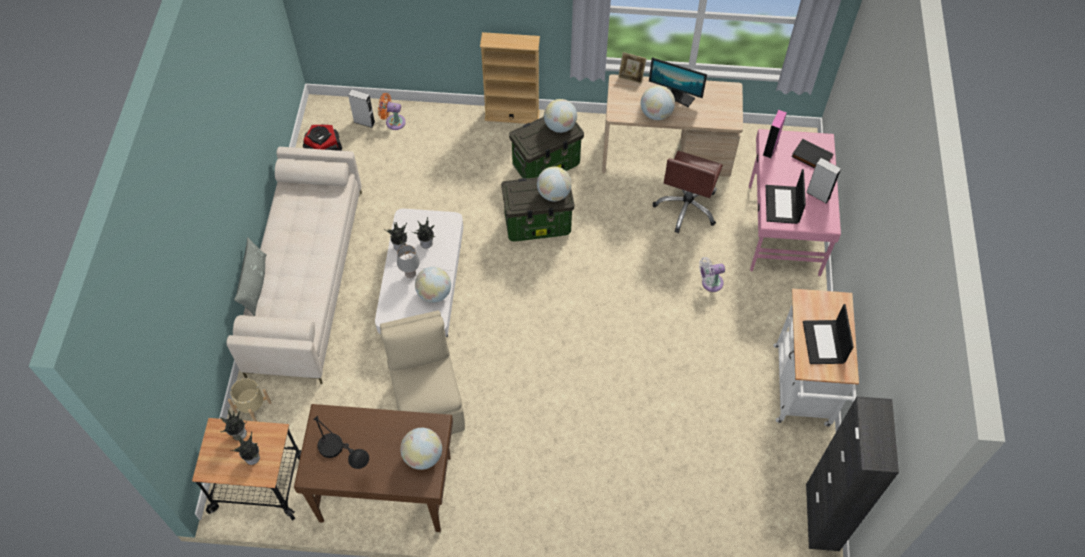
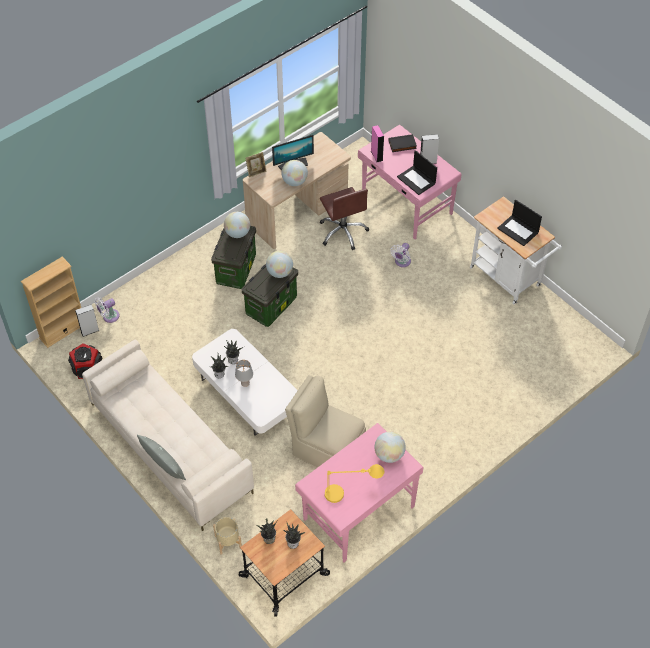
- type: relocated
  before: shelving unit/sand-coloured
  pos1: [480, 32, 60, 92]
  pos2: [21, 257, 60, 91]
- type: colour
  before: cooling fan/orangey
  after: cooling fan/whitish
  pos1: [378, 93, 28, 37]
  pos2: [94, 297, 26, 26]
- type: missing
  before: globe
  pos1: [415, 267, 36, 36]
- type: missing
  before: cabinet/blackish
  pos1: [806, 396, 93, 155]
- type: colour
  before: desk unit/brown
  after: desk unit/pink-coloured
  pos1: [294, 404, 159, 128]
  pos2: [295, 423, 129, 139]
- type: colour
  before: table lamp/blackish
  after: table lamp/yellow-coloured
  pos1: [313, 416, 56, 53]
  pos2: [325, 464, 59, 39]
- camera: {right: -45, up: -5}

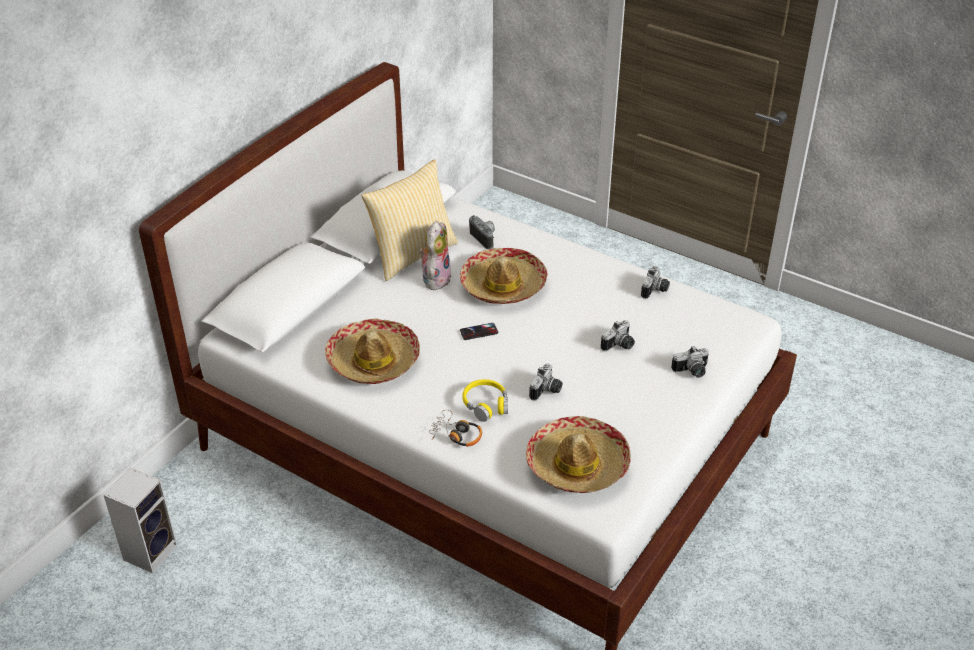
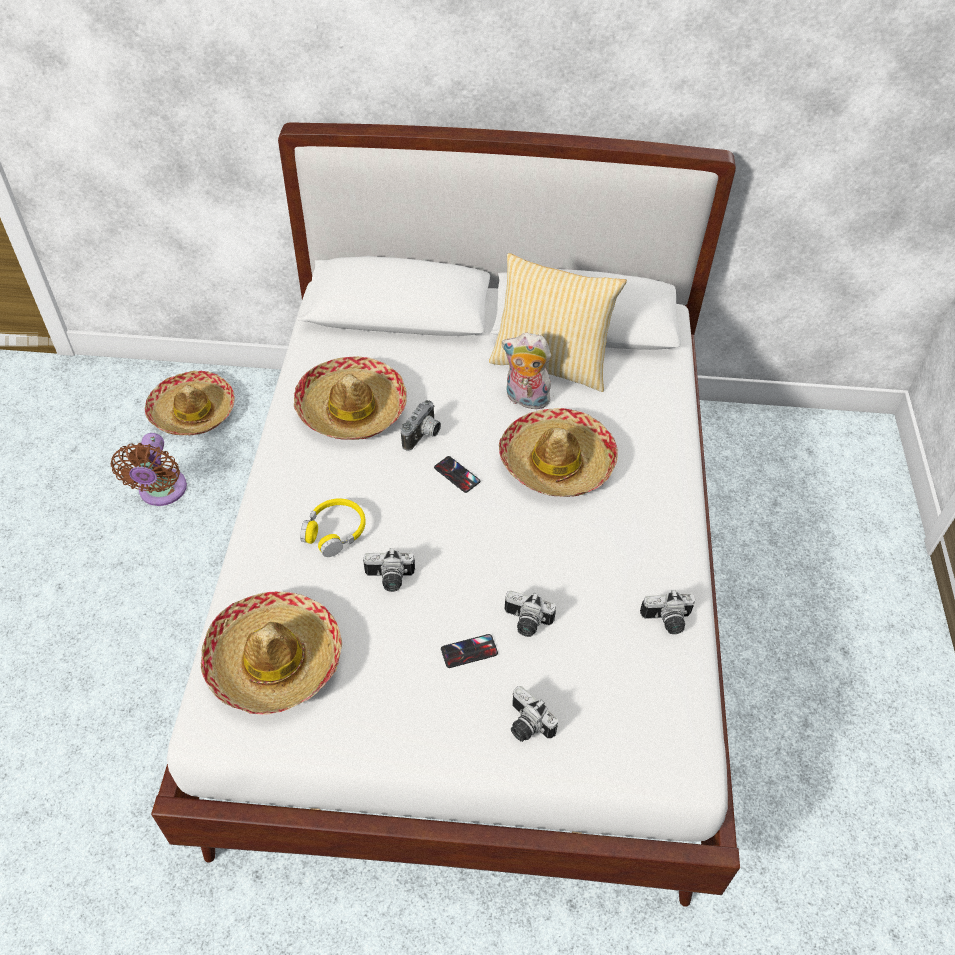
- type: relocated
  before: still camera
  pos1: [469, 215, 26, 34]
  pos2: [401, 400, 40, 51]
- type: spun
  before: plush toy
  pos1: [419, 221, 32, 69]
  pos2: [502, 333, 49, 79]
  turn: -150
- type: missing
  before: headphones
  pos1: [429, 410, 53, 37]
- type: exchanged
  before: loudspeaker
  after: hat
  pos1: [103, 468, 74, 105]
  pos2: [145, 371, 90, 64]
- type: appeared
  after: cooling fan/brown
  pos2: [111, 433, 76, 73]
- type: appeared
  after: phone
  pos2: [441, 634, 57, 34]
- camera: {right: 60, up: 10}

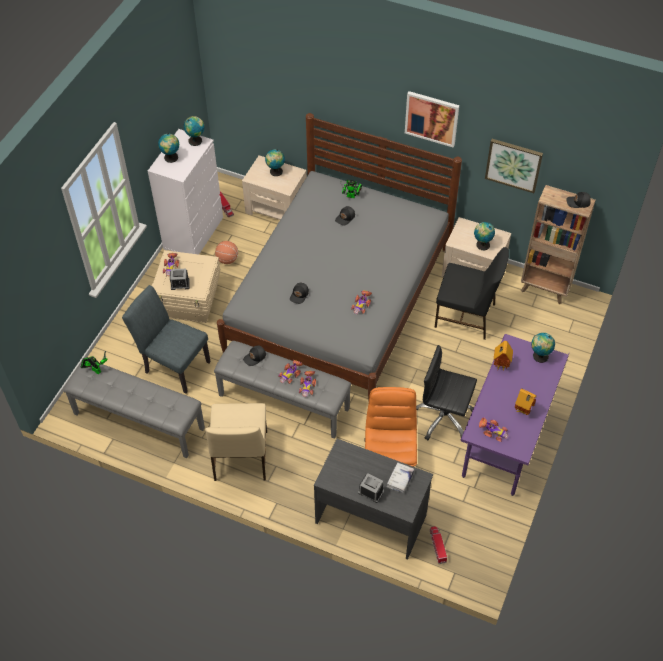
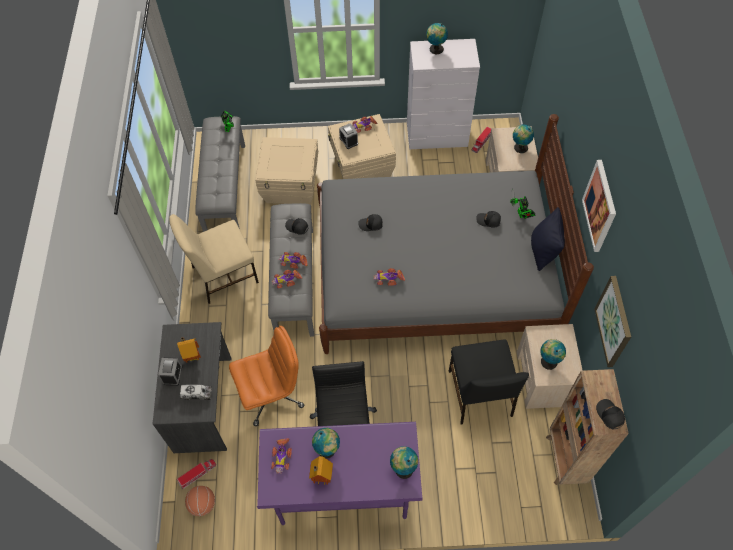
- type: relocated
  before: globe
  pos1: [184, 116, 21, 30]
  pos2: [312, 428, 28, 30]
- type: relocated
  before: ball for basketball
  pos1: [215, 241, 23, 23]
  pos2: [185, 486, 30, 30]
- type: exchanged
  before: plain chair/greyish
  after: storage bin/sand-coloured
  pos1: [122, 285, 89, 109]
  pos2: [255, 137, 63, 68]
- type: relocated
  before: toy house
  pos1: [494, 341, 19, 29]
  pos2: [177, 337, 24, 26]
- type: exchanged
  before: book/whitish
  after: toy truck
  pos1: [387, 463, 28, 30]
  pos2: [180, 385, 32, 15]
- type: appeared
  after: throw pillow/blackish
  pos2: [531, 207, 34, 64]
- camera: {right: 65, up: 5}

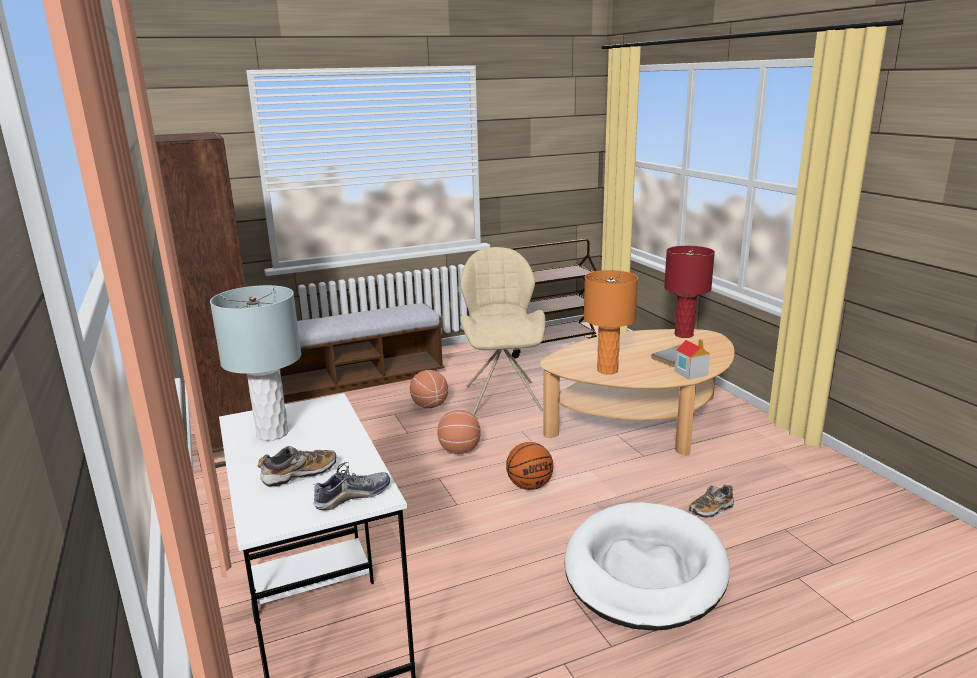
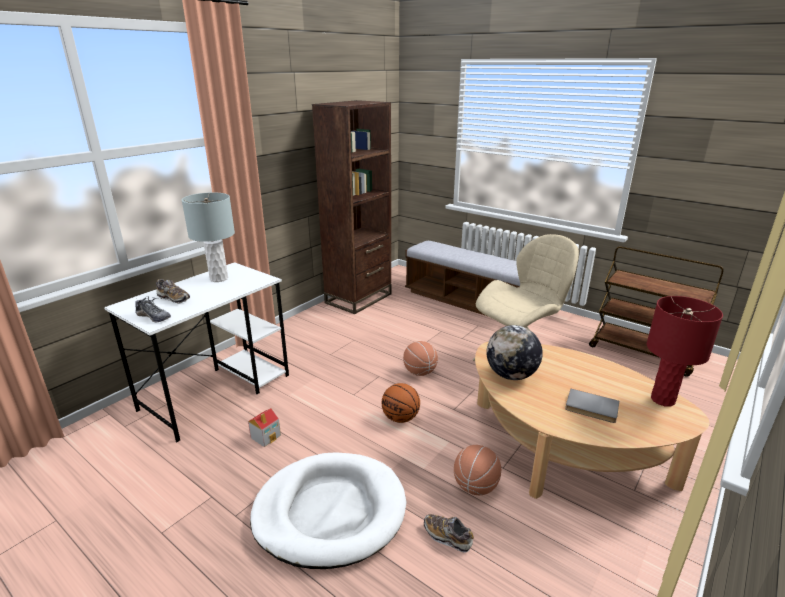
- type: exchanged
  before: table lamp/orangey
  after: globe
  pos1: [584, 270, 54, 105]
  pos2: [486, 325, 57, 55]
- type: relocated
  before: toy house
  pos1: [674, 339, 36, 41]
  pos2: [248, 408, 33, 39]
- type: relocated
  before: ball for basketball
  pos1: [410, 370, 38, 38]
  pos2: [454, 445, 47, 50]
- camera: {right: 60, up: 5}

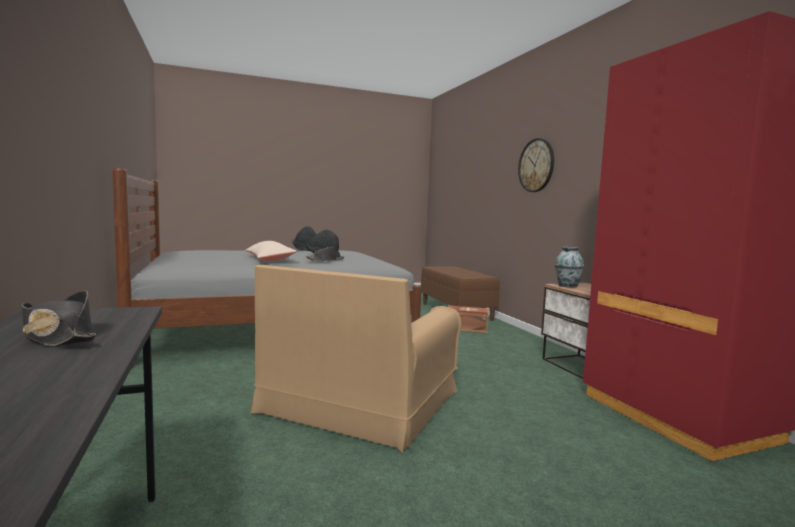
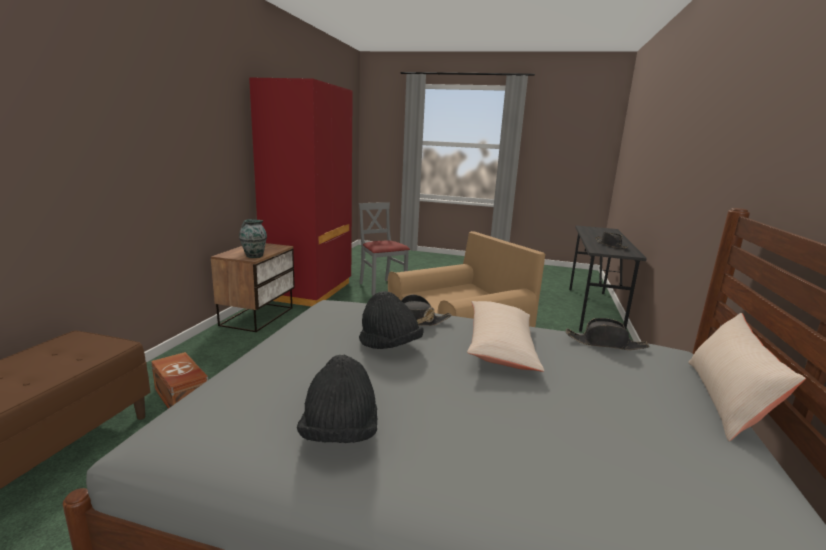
- type: missing
  before: clock on the wall
  pos1: [518, 138, 36, 54]
- type: appeared
  after: plain chair/greyish
  pos2: [359, 202, 51, 93]
- type: appeared
  after: throw pillow/sand-coloured
  pos2: [688, 313, 118, 128]
- type: appeared
  after: hat/blackish
  pos2: [566, 318, 83, 32]
- camera: {right: -145, up: 10}

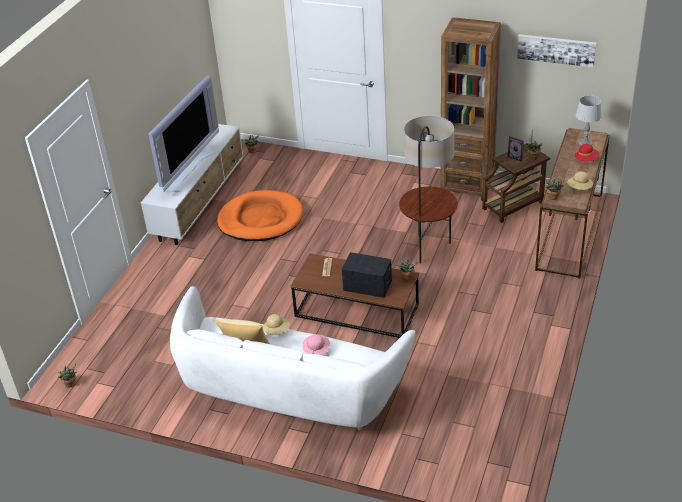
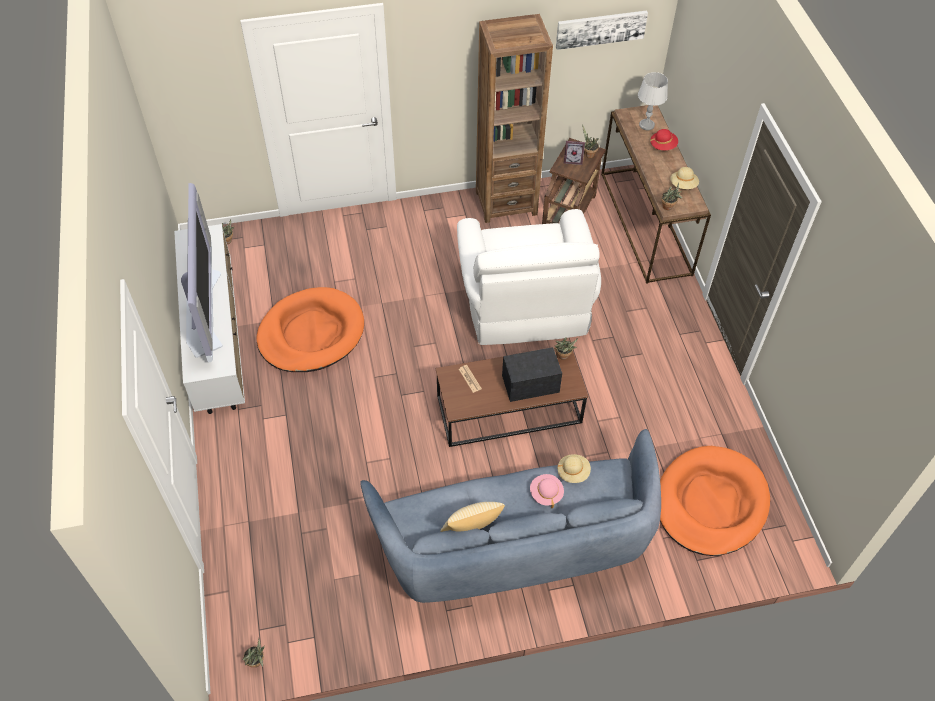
- type: exchanged
  before: standard lamp
  after: lounge chair/whitish
  pos1: [399, 116, 59, 148]
  pos2: [457, 209, 144, 136]
- type: colour
  before: sofa/whitish
  after: sofa/blue
  pos1: [170, 286, 245, 144]
  pos2: [360, 429, 301, 174]
- type: relocated
  before: hat/sand-coloured
  pos1: [263, 314, 27, 21]
  pos2: [557, 454, 34, 29]
- type: appeared
  after: pet bed/orangey
  pos2: [660, 446, 110, 110]
- camera: {right: -35, up: 15}

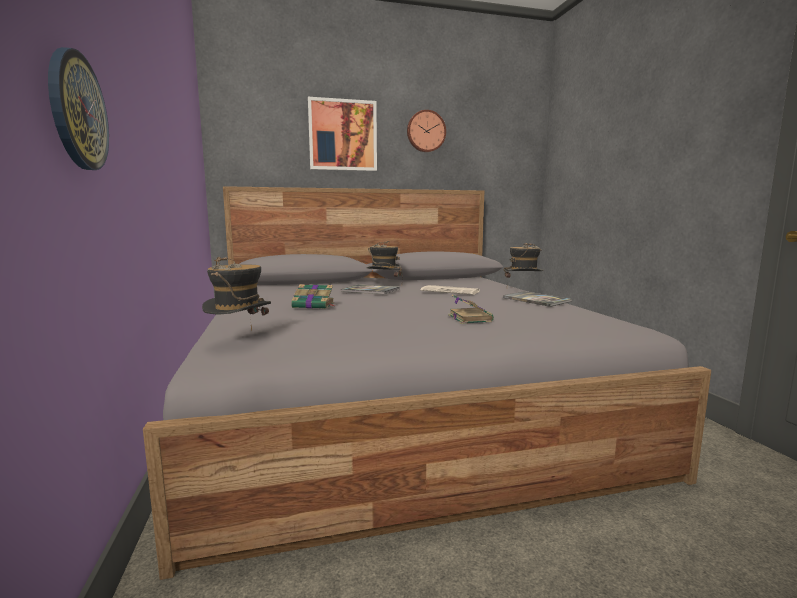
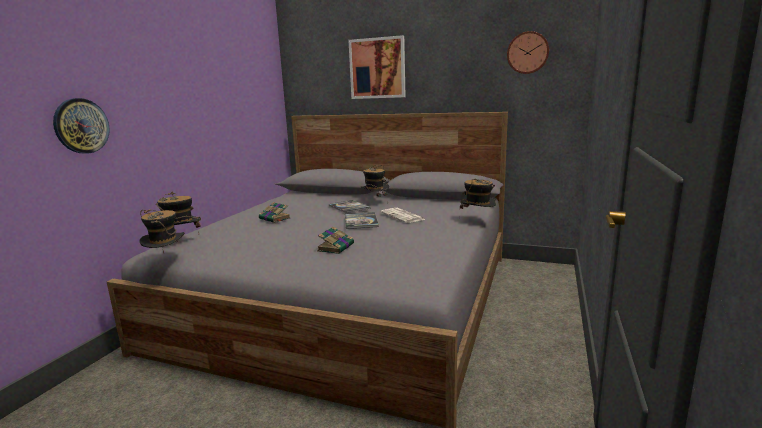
- type: relocated
  before: clock on the wall
  pos1: [407, 110, 39, 42]
  pos2: [507, 31, 42, 43]
- type: relocated
  before: book
  pos1: [503, 291, 69, 16]
  pos2: [345, 212, 34, 17]
- type: appeared
  after: hat
  pos2: [139, 209, 46, 44]
- camera: {right: 35, up: 5}

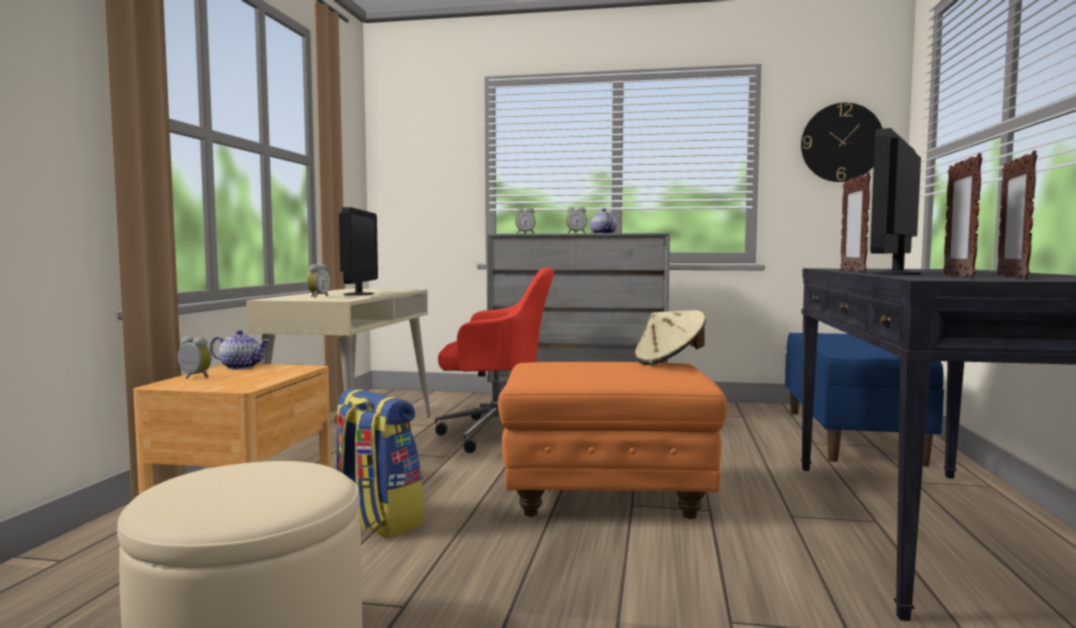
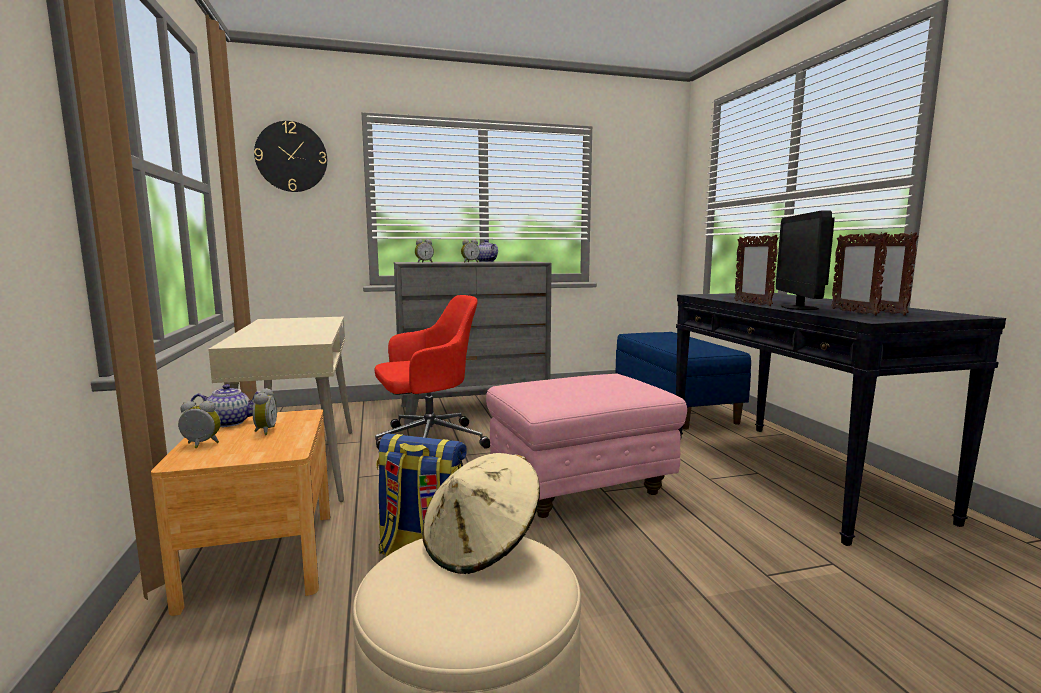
- type: relocated
  before: clock on the wall
  pos1: [801, 103, 82, 79]
  pos2: [254, 121, 73, 71]
- type: missing
  before: monitor
  pos1: [339, 207, 39, 89]
- type: relocated
  before: bedside clock
  pos1: [307, 264, 24, 34]
  pos2: [252, 388, 25, 47]
- type: relocated
  before: hat/sand-coloured
  pos1: [634, 310, 72, 55]
  pos2: [422, 453, 118, 121]
- type: colour
  before: ottoman/orangey
  after: ottoman/pink-coloured
  pos1: [498, 362, 229, 157]
  pos2: [486, 374, 201, 144]
- camera: {right: -25, up: 5}

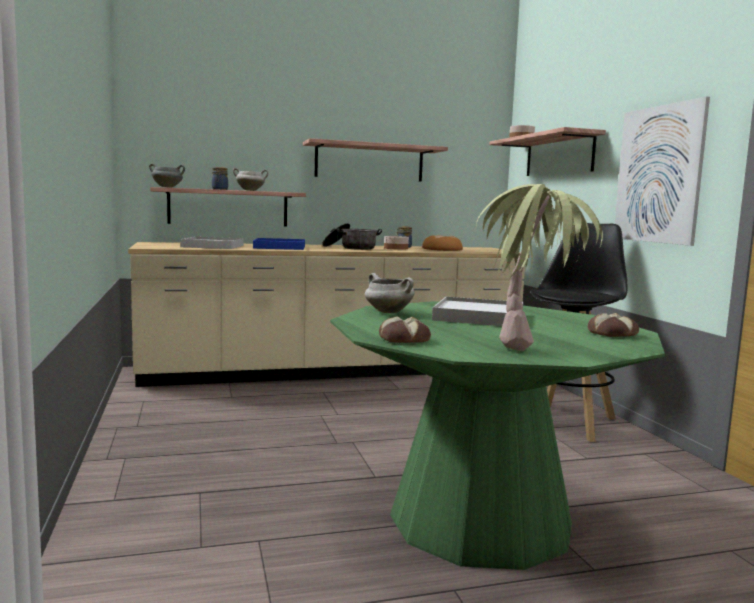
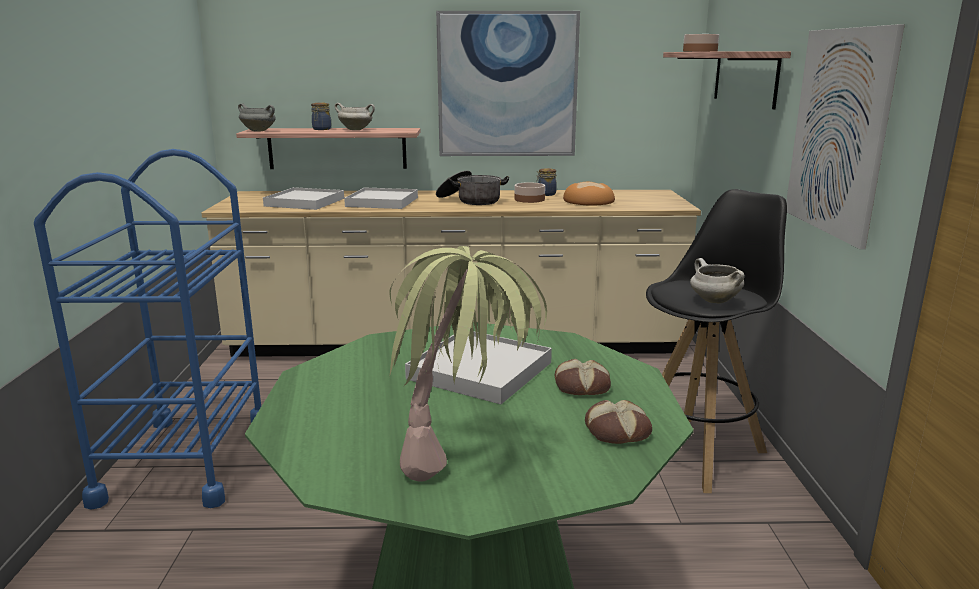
- type: exchanged
  before: shelf
  after: wall picture
  pos1: [303, 138, 145, 44]
  pos2: [436, 11, 144, 145]
- type: colour
  before: carrying tray/blue
  after: carrying tray/whitish
  pos1: [253, 238, 52, 12]
  pos2: [344, 187, 74, 22]
- type: relocated
  before: cooking pot/whitish
  pos1: [365, 273, 50, 40]
  pos2: [690, 258, 55, 46]
- type: relocated
  before: bakery bread
  pos1: [379, 316, 52, 27]
  pos2: [555, 359, 56, 36]
- type: appeared
  after: trolley/blue
  pos2: [34, 149, 227, 360]
- camera: {right: 15, up: 10}

